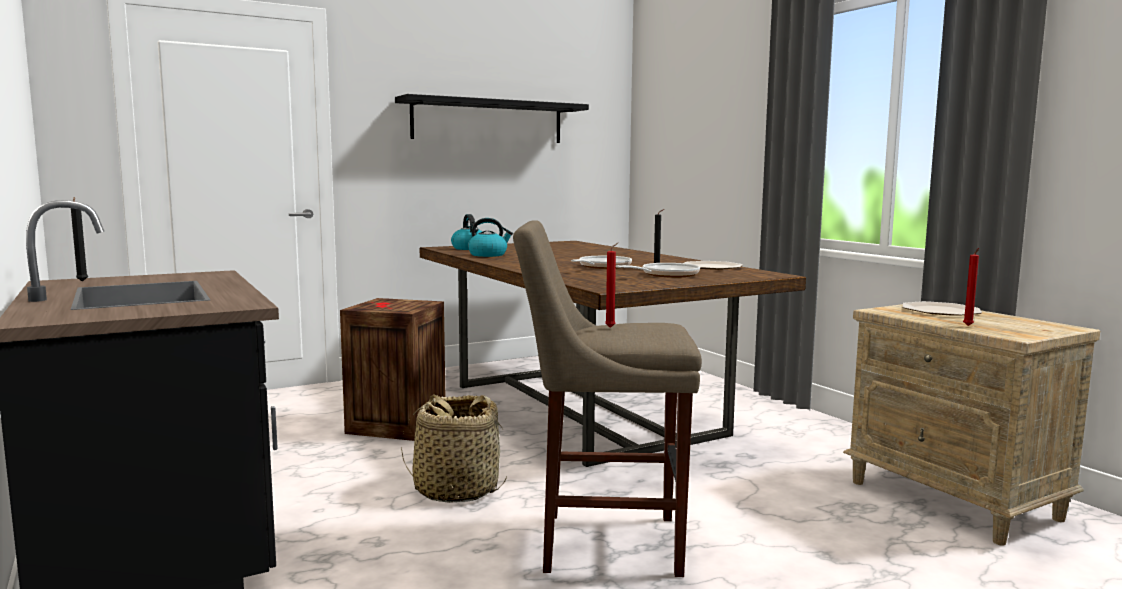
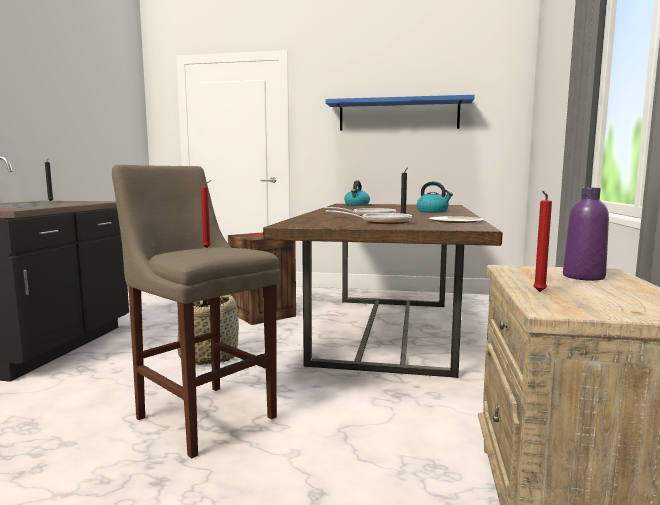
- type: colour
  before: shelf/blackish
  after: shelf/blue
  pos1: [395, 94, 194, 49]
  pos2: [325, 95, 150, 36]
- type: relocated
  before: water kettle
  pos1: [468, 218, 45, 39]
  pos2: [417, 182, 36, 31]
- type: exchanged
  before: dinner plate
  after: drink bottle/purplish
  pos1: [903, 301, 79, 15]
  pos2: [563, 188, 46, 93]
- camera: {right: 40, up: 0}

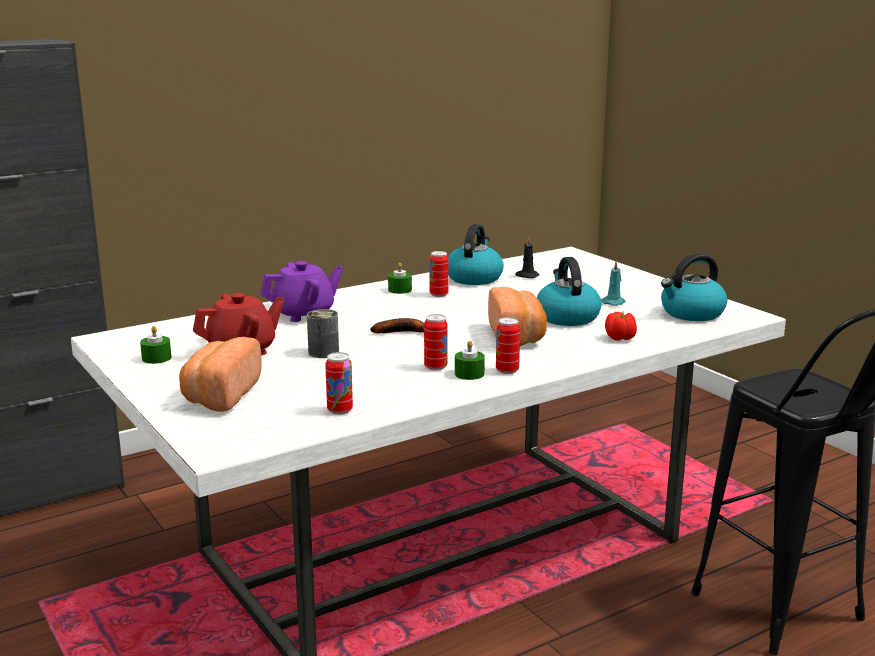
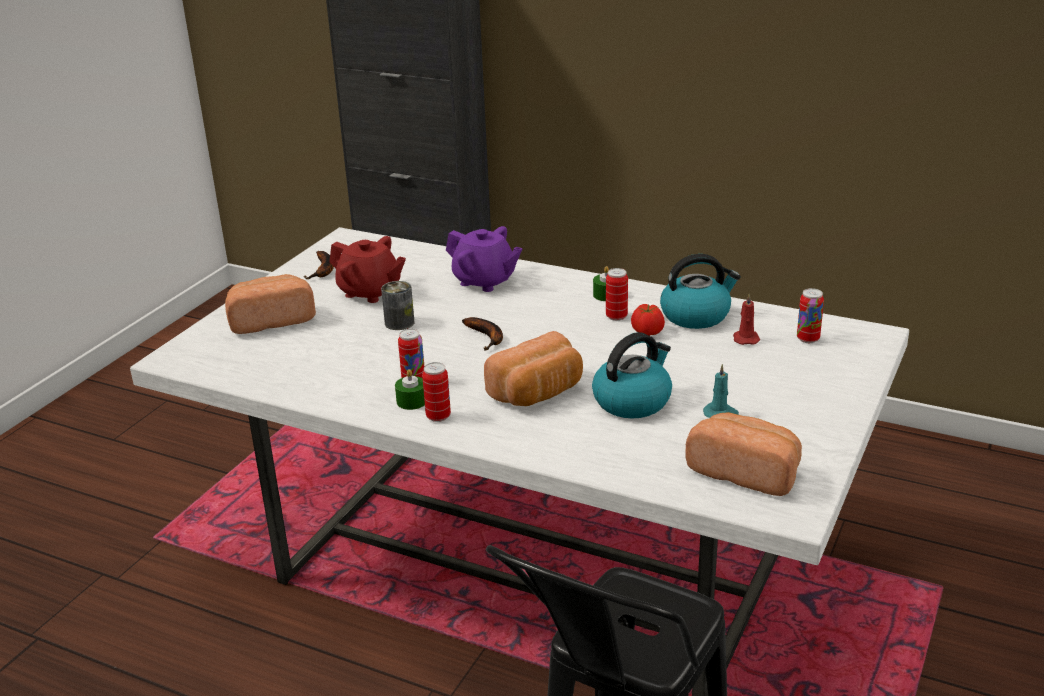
- type: colour
  before: candle/blackish
  after: candle/reddish
  pos1: [515, 237, 24, 41]
  pos2: [733, 294, 27, 51]
- type: exchanged
  before: water kettle
  after: bakery bread
  pos1: [661, 253, 66, 68]
  pos2: [686, 412, 116, 84]
- type: relocated
  before: tomato
  pos1: [605, 312, 32, 29]
  pos2: [631, 304, 34, 32]
- type: exchanged
  before: candle/green-coloured
  after: banana
  pos1: [140, 326, 31, 38]
  pos2: [304, 251, 30, 29]
- type: relocated
  before: sealed can
  pos1: [325, 352, 28, 63]
  pos2: [797, 288, 27, 55]
- camera: {right: 60, up: 10}

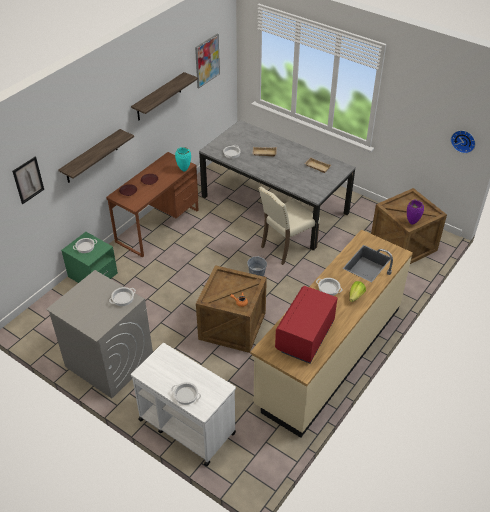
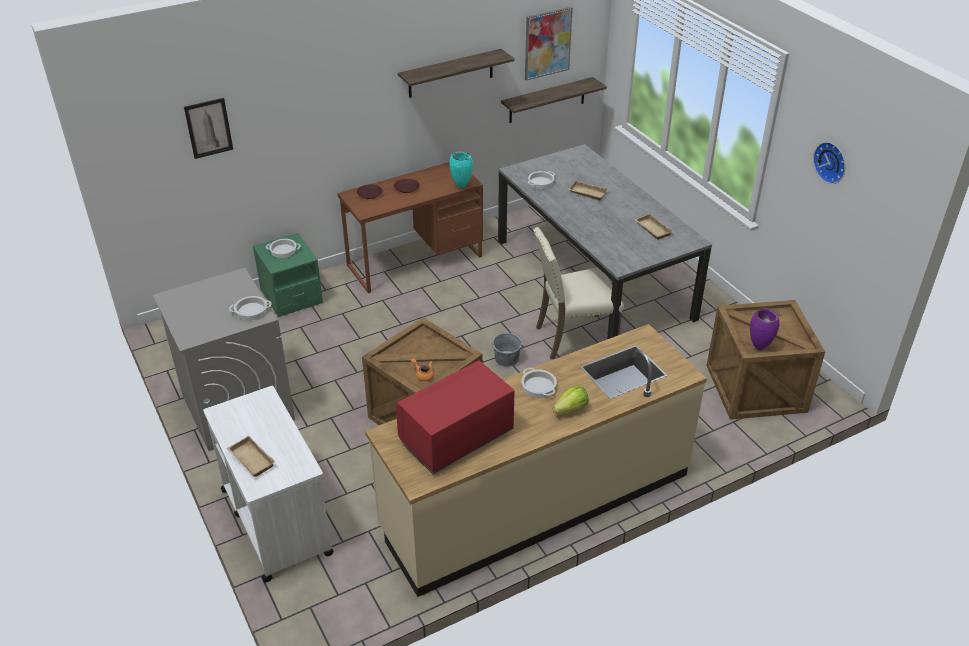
- type: relocated
  before: shelf
  pos1: [59, 129, 75, 54]
  pos2: [501, 77, 106, 46]
- type: relocated
  before: clock on the wall
  pos1: [451, 130, 25, 24]
  pos2: [813, 142, 32, 42]
- type: exchanged
  before: cooking pot
  after: carrying tray/sand-coloured
  pos1: [171, 382, 30, 23]
  pos2: [226, 436, 50, 41]
- camera: {right: 25, up: -5}

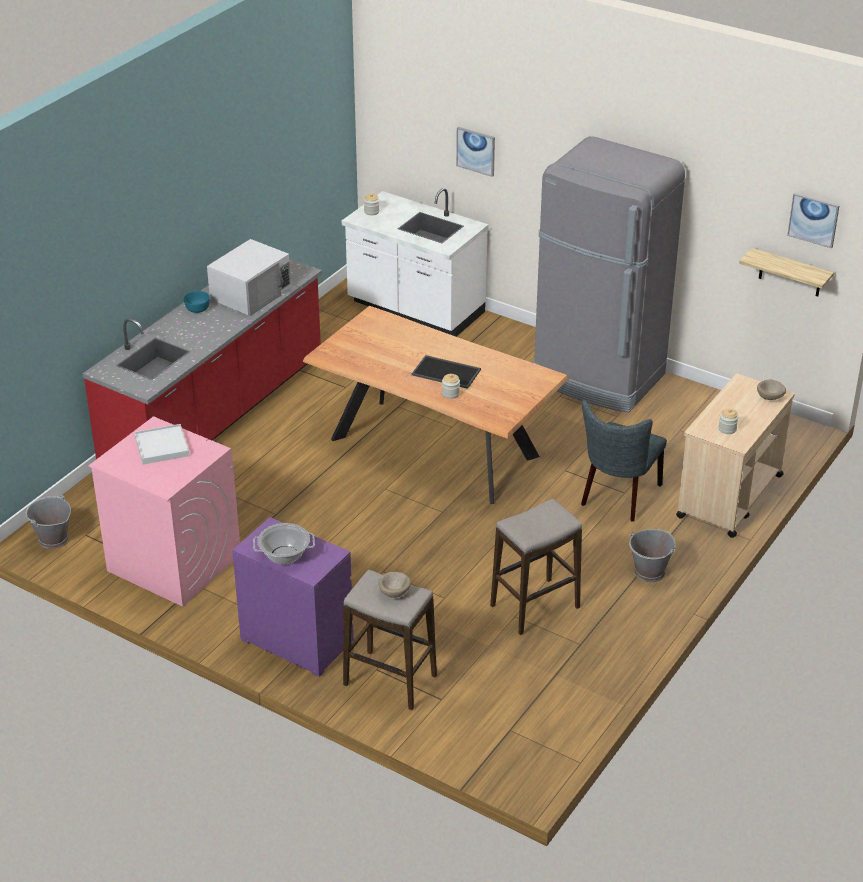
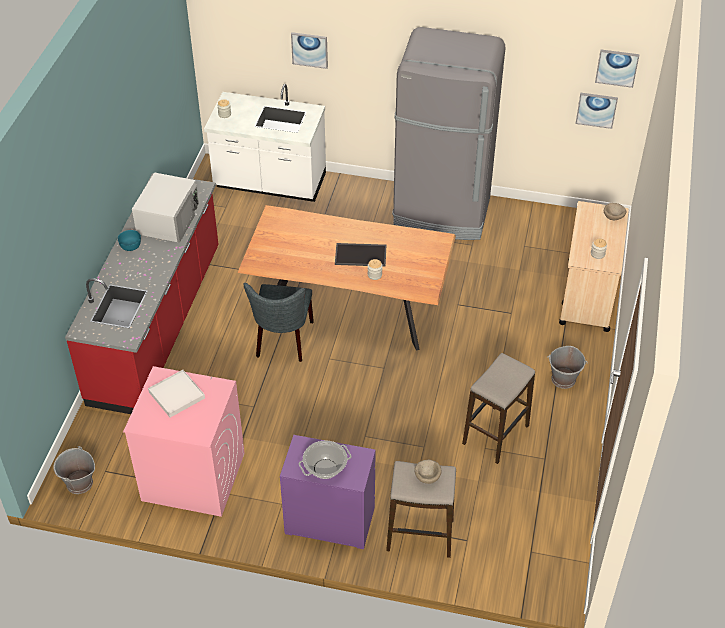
- type: exchanged
  before: shelf
  after: wall picture
  pos1: [739, 248, 95, 48]
  pos2: [575, 93, 43, 36]
- type: relocated
  before: plain chair/greyish
  pos1: [581, 400, 86, 122]
  pos2: [244, 283, 70, 79]
- camera: {right: -20, up: 10}

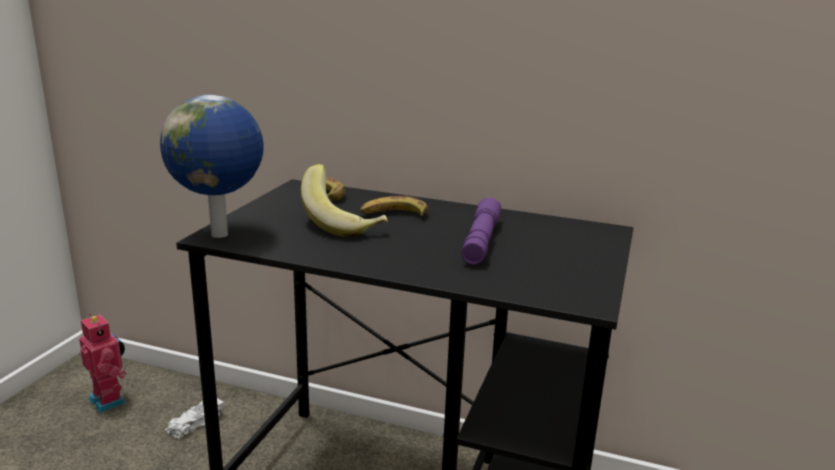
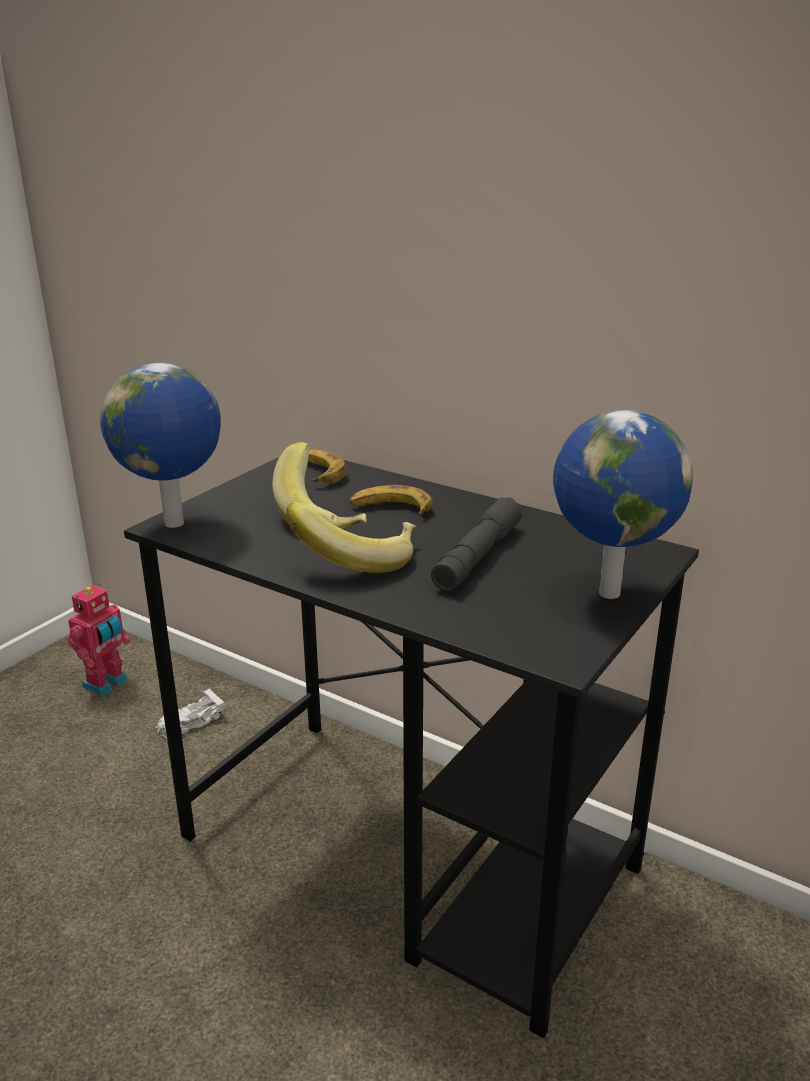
- type: colour
  before: hand torch/purplish
  after: hand torch/greyish
  pos1: [461, 197, 41, 68]
  pos2: [431, 497, 91, 94]
- type: spun
  before: model robot
  pos1: [79, 313, 48, 100]
  pos2: [67, 583, 63, 113]
  turn: 60
- type: appeared
  after: globe
  pos2: [553, 410, 140, 189]
- type: appeared
  after: banana
  pos2: [286, 502, 130, 71]
- camera: {right: 15, up: 5}

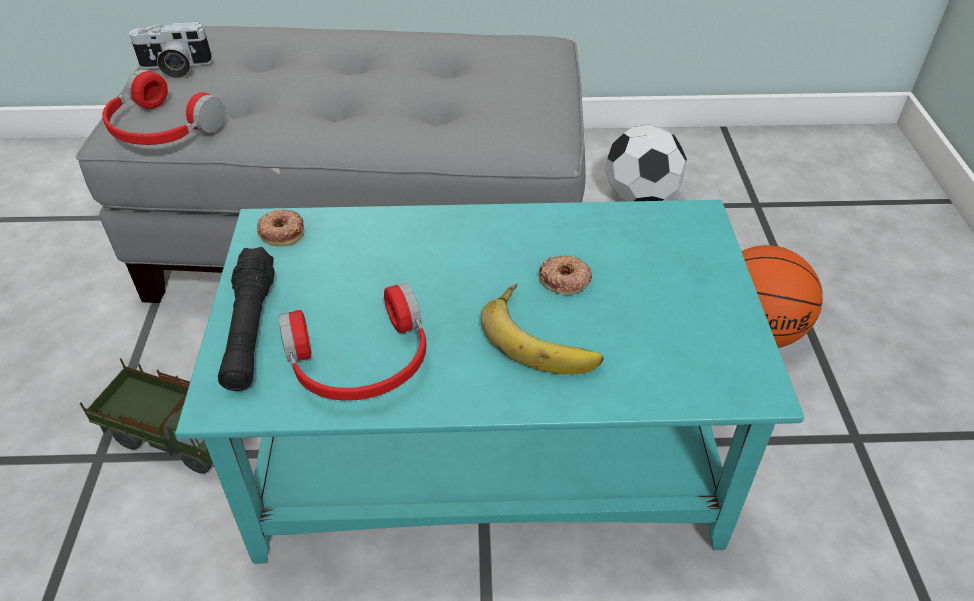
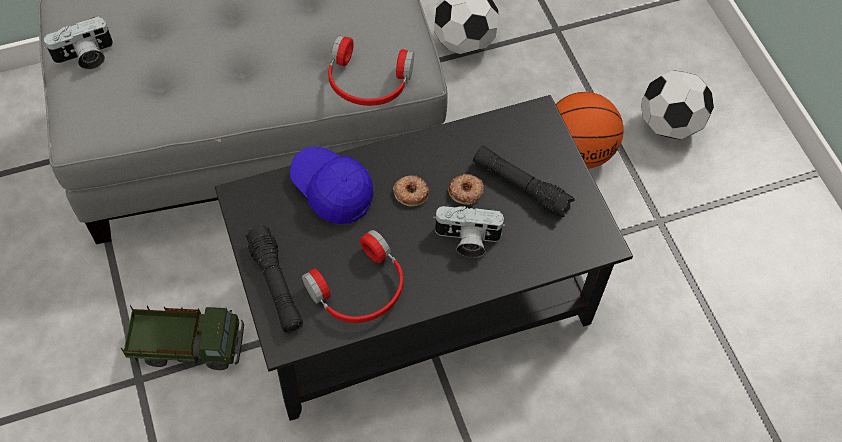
- type: relocated
  before: headphones/reddish
  pos1: [102, 69, 123, 76]
  pos2: [328, 35, 86, 71]
- type: colour
  before: low table/turquoise-coloured
  after: low table/blackish
  pos1: [175, 200, 629, 364]
  pos2: [215, 95, 418, 326]
- type: relocated
  before: ring doughnut
  pos1: [257, 209, 47, 37]
  pos2: [393, 175, 36, 31]
- type: exchanged
  before: banana
  after: still camera
  pos1: [481, 284, 123, 90]
  pos2: [433, 206, 72, 52]
- type: appeared
  after: ball for football
  pos2: [641, 70, 73, 70]
- type: appeared
  after: hand torch/blackish
  pos2: [473, 145, 102, 72]
- type: appeared
  after: peaked cap/blue
  pos2: [290, 147, 83, 77]
- camera: {right: -20, up: 15}

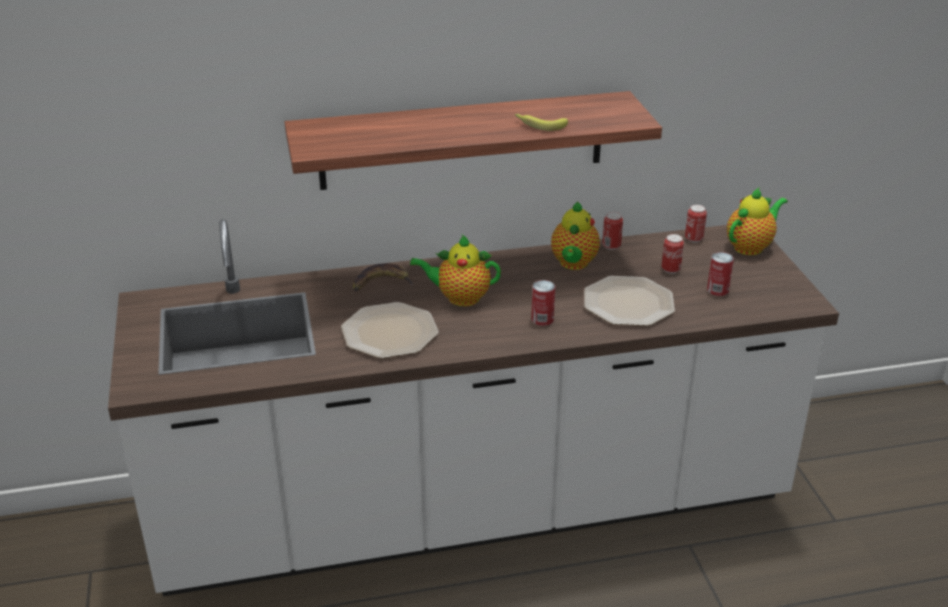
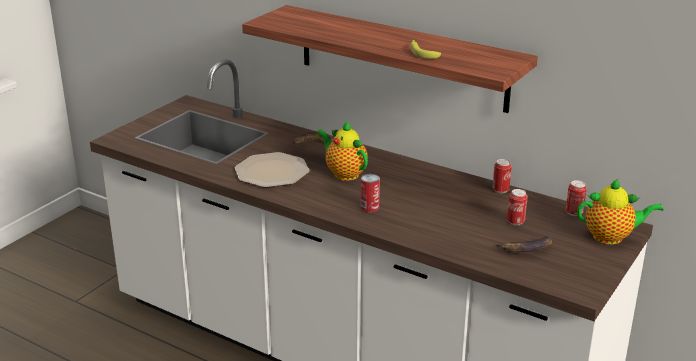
- type: missing
  before: pot for tea
  pos1: [551, 201, 49, 69]
- type: exchanged
  before: sealed can
  after: banana
  pos1: [707, 252, 27, 44]
  pos2: [494, 236, 58, 16]
- type: missing
  before: dinner plate
  pos1: [584, 276, 91, 50]
- camera: {right: 45, up: -5}

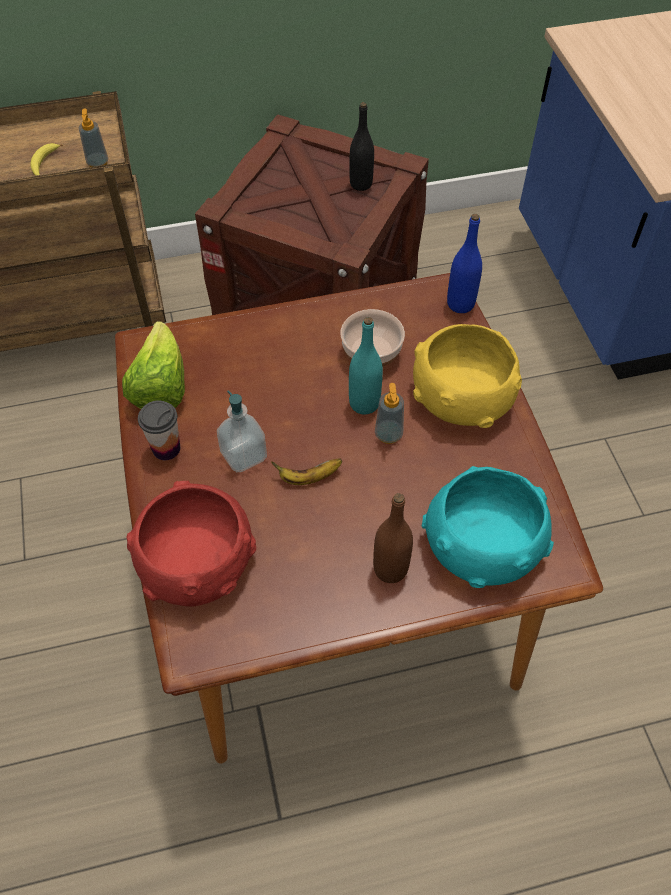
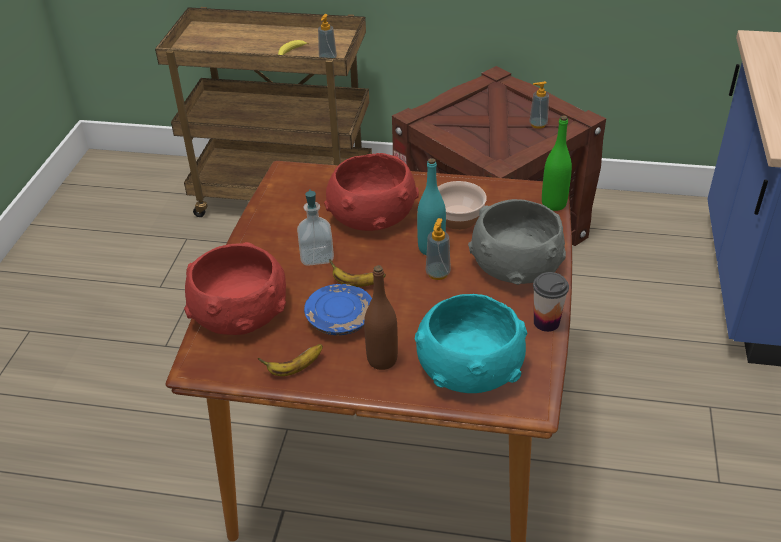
- type: exchanged
  before: drink bottle/blackish
  after: soap bottle
  pos1: [349, 102, 25, 89]
  pos2: [529, 81, 20, 48]
- type: colour
  before: drink bottle/blue
  after: drink bottle/green-coloured
  pos1: [447, 214, 35, 99]
  pos2: [542, 115, 30, 96]
- type: missing
  before: head of lettuce
  pos1: [122, 321, 63, 88]
- type: colour
  before: deep dish/yellow-coloured
  after: deep dish/greyish
  pos1: [413, 324, 109, 104]
  pos2: [468, 199, 98, 86]
- type: relocated
  before: small cup
  pos1: [138, 400, 42, 60]
  pos2: [533, 272, 36, 60]
- type: appeared
  after: deep dish/reddish
  pos2: [324, 153, 95, 78]
- type: appeared
  after: dinner plate/blue
  pos2: [304, 284, 68, 51]
- type: appeared
  after: banana
  pos2: [258, 344, 65, 32]
- camera: {right: 25, up: -15}

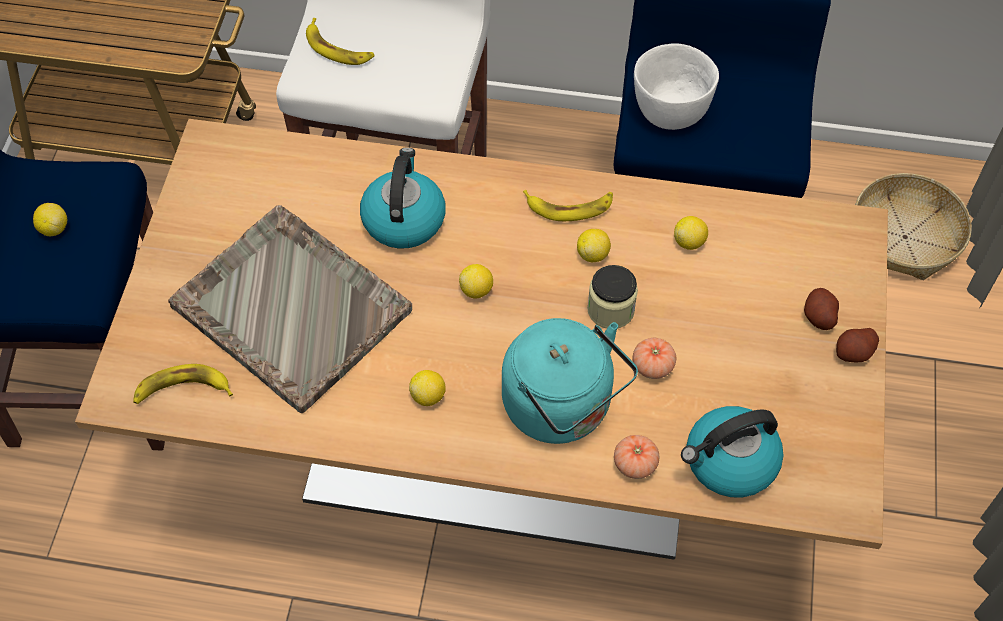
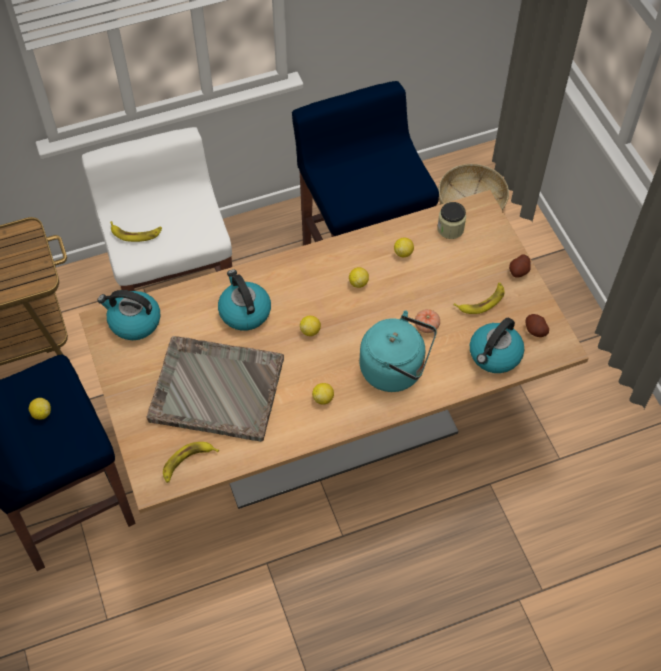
- type: missing
  before: deep dish/whitish
  pos1: [634, 43, 85, 87]
- type: relocated
  before: banana
  pos1: [523, 190, 90, 31]
  pos2: [453, 283, 52, 31]
- type: relocated
  before: jar
  pos1: [587, 265, 51, 64]
  pos2: [437, 202, 29, 37]
- type: relocated
  before: potato
  pos1: [804, 288, 35, 42]
  pos2: [525, 314, 24, 23]
- type: missing
  before: tomato
  pos1: [614, 435, 45, 44]
- type: appeared
  after: water kettle
  pos2: [97, 290, 64, 50]
- camera: {right: -30, up: 0}

